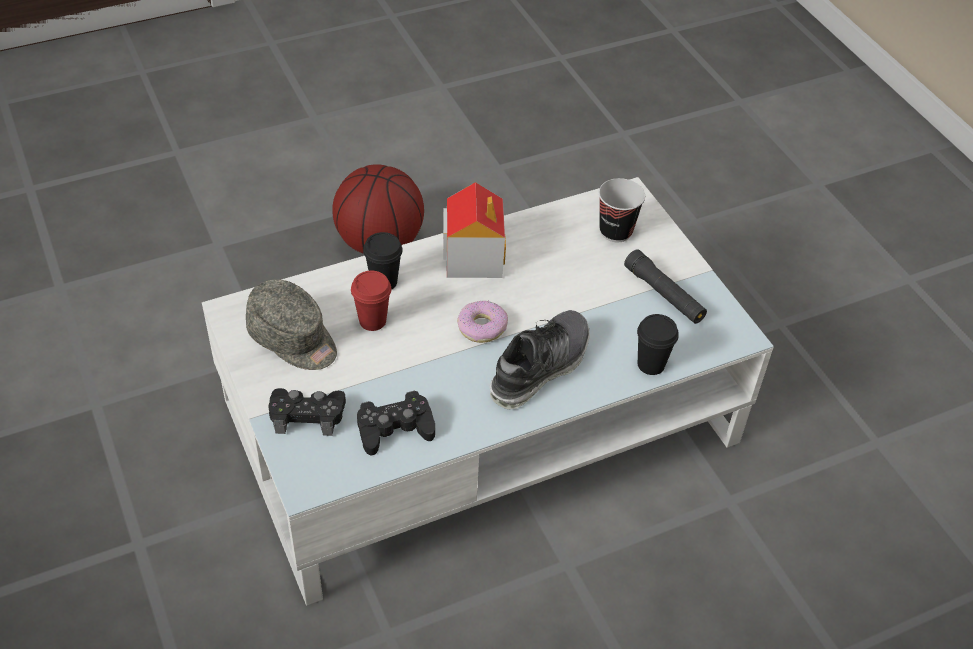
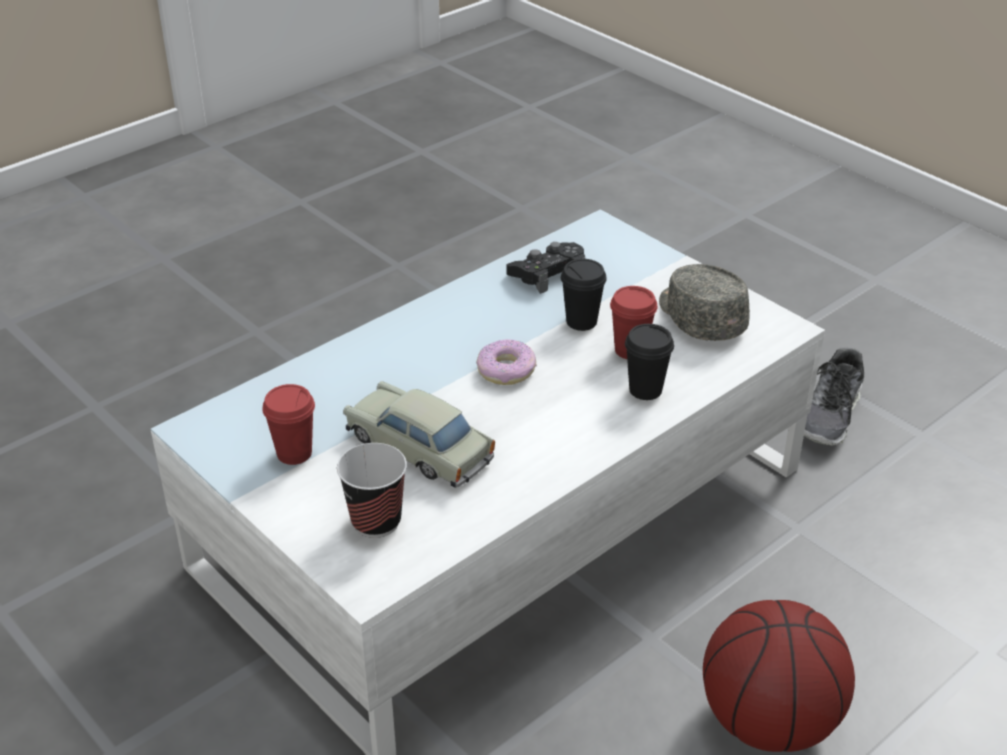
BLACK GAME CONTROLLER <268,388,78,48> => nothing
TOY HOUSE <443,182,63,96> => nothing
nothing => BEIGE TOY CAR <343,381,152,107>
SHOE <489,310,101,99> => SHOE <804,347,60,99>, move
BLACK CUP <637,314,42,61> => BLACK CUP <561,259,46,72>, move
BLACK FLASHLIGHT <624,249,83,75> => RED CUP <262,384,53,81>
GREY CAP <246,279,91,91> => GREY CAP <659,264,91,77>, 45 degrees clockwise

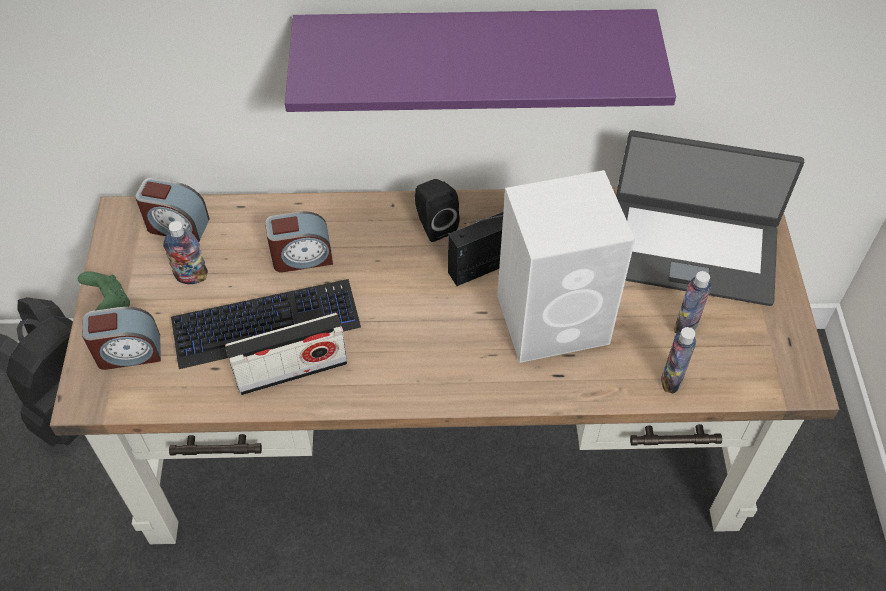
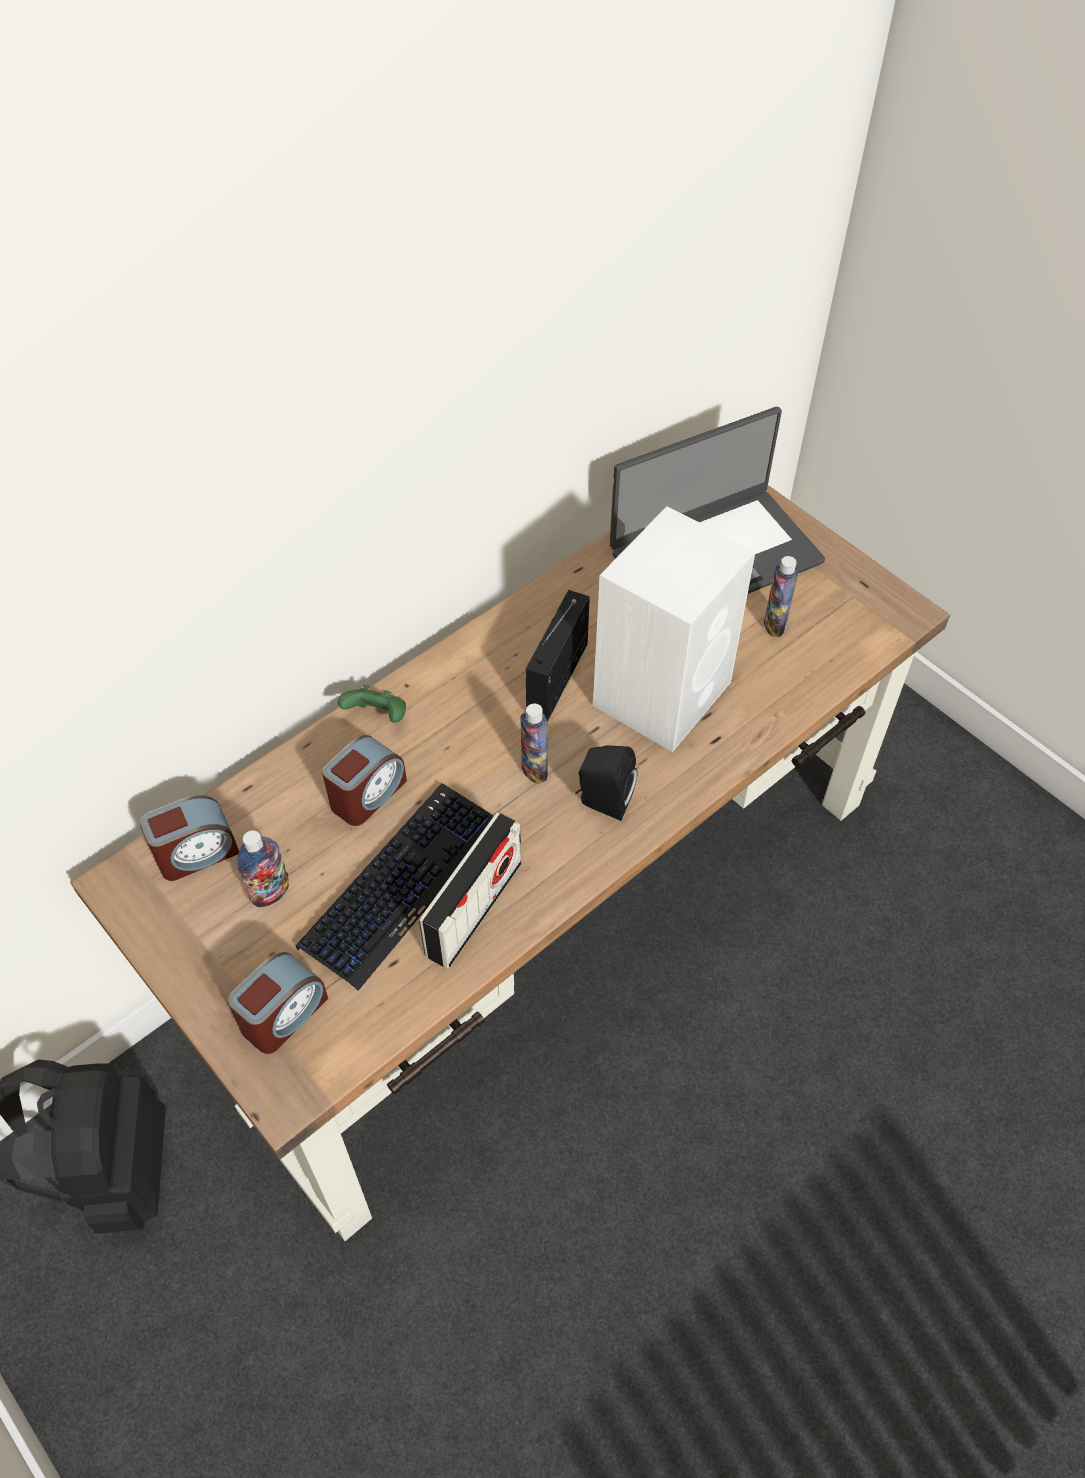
PURPLE SHELF <285,9,391,103> => nothing
GREEN GAME CONTROLLER <78,271,52,40> => GREEN GAME CONTROLLER <338,685,68,38>, move
BLACK SPEAKER <415,179,45,63> => BLACK SPEAKER <575,745,63,76>, move
BOTTLE <661,327,35,67> => BOTTLE <520,704,28,80>, move

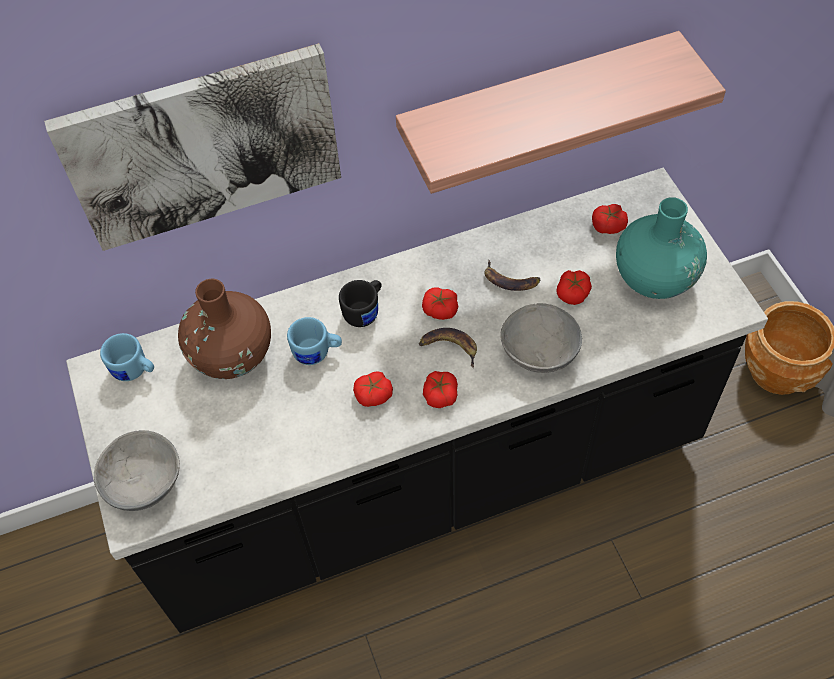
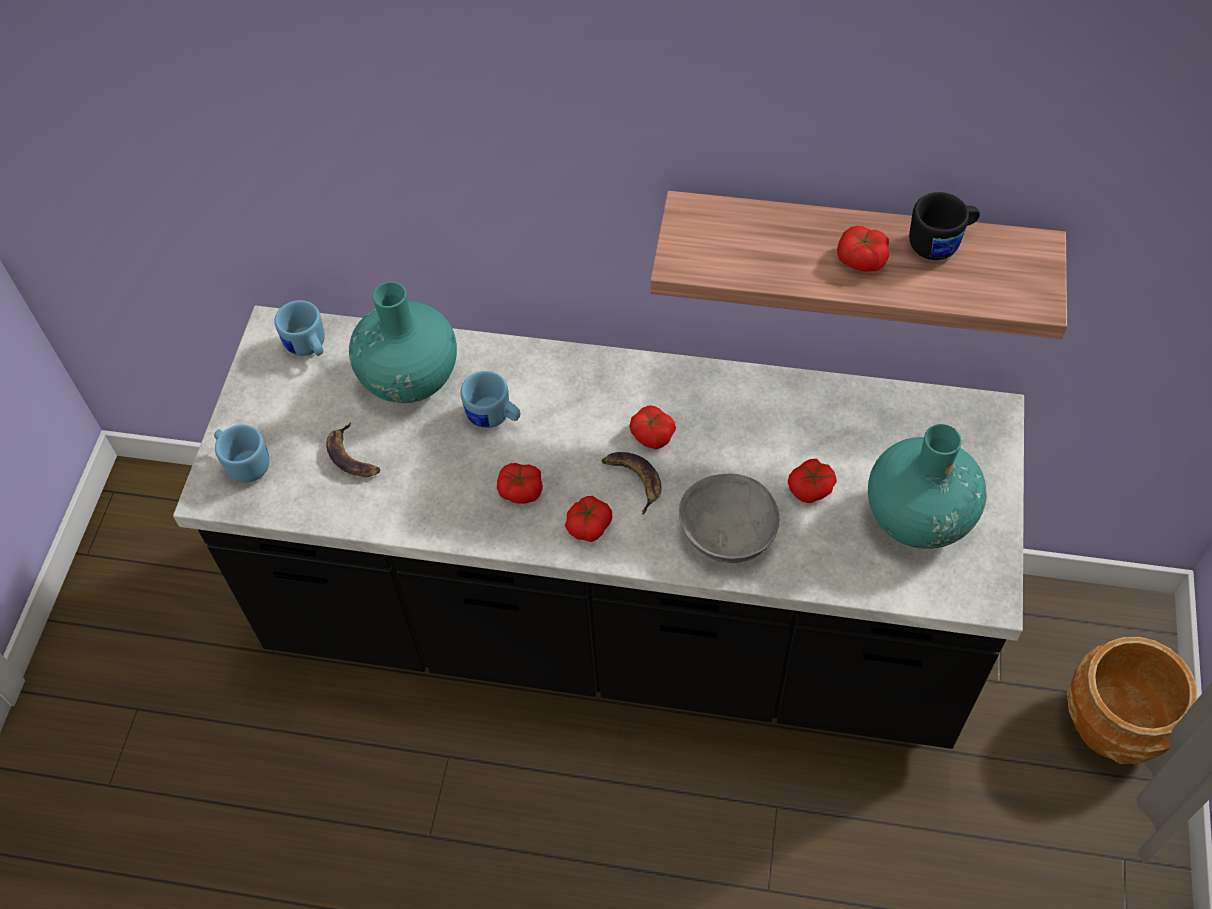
PICTURE <44,43,297,208> => nothing
BLACK MUG <339,280,43,47> => BLACK MUG <909,192,71,68>, move
BANANA <484,260,56,31> => BANANA <326,422,54,55>, move
TOMATO <592,204,36,30> => TOMATO <837,226,52,46>, move
GREY BOWL <94,430,86,81> => BLUE MUG <214,425,55,58>
BROWN VASE <178,279,93,100> => TURQUOISE VASE <349,282,108,121>

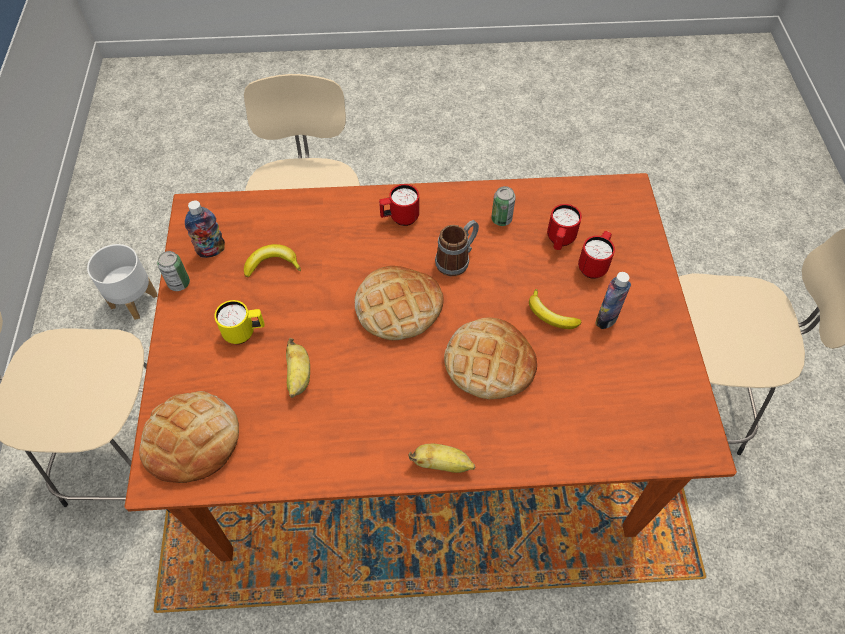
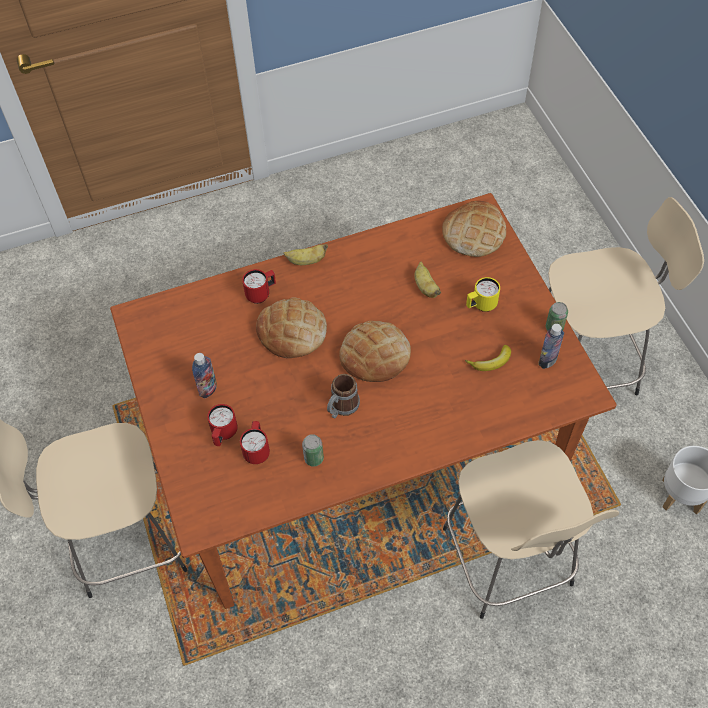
BANANA <529,289,53,40> => nothing
RED MUG <379,184,40,42> => RED MUG <242,269,34,35>, move

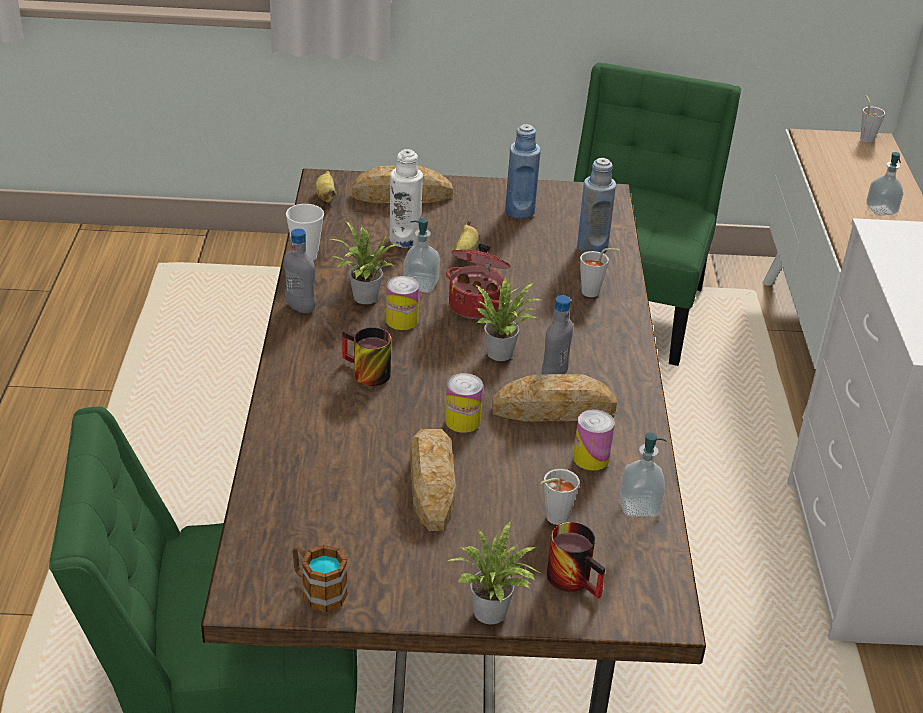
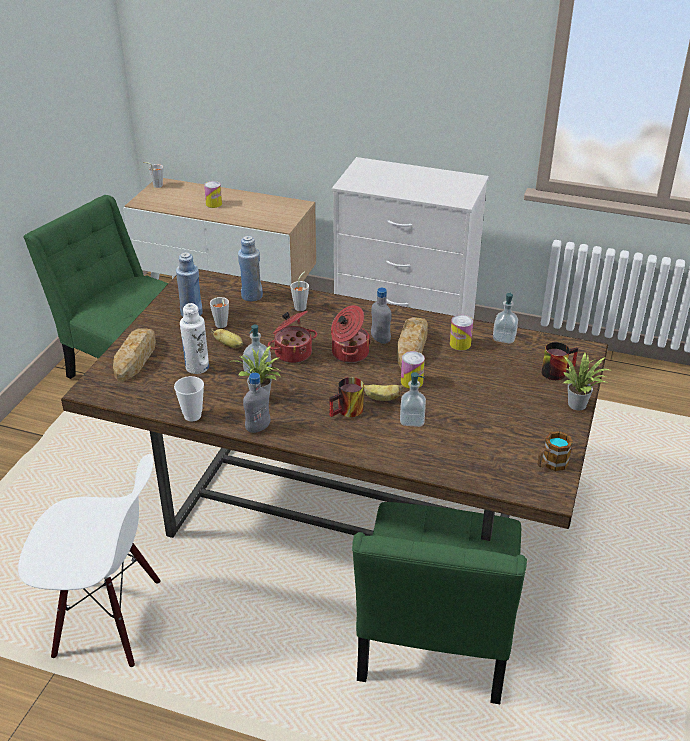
BREAD <410,429,46,102> => nothing
nothing => WHITE CHAIR <18,454,143,213>
BANANA <316,171,21,31> => BANANA <364,385,39,16>, move
CAN <386,276,33,54> => CAN <204,181,18,27>, move
GREY CUP <541,469,39,56> => GREY CUP <210,297,19,31>, move
SOAP DISPENSER <866,152,37,64> => SOAP DISPENSER <400,372,26,55>, move
POTTED PLANT <474,278,68,83> => COOKING POT <331,305,40,58>

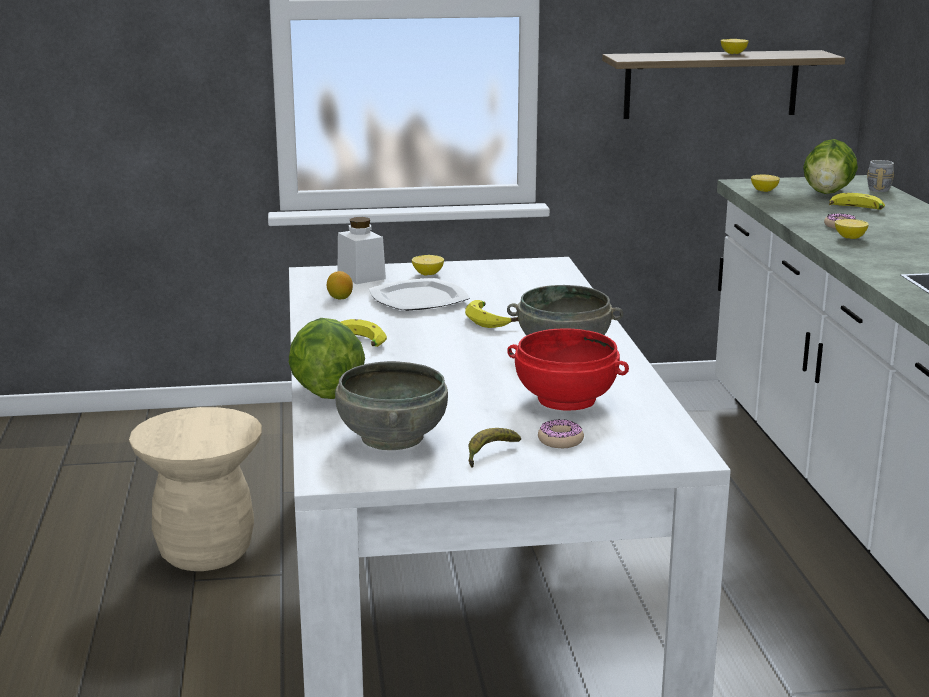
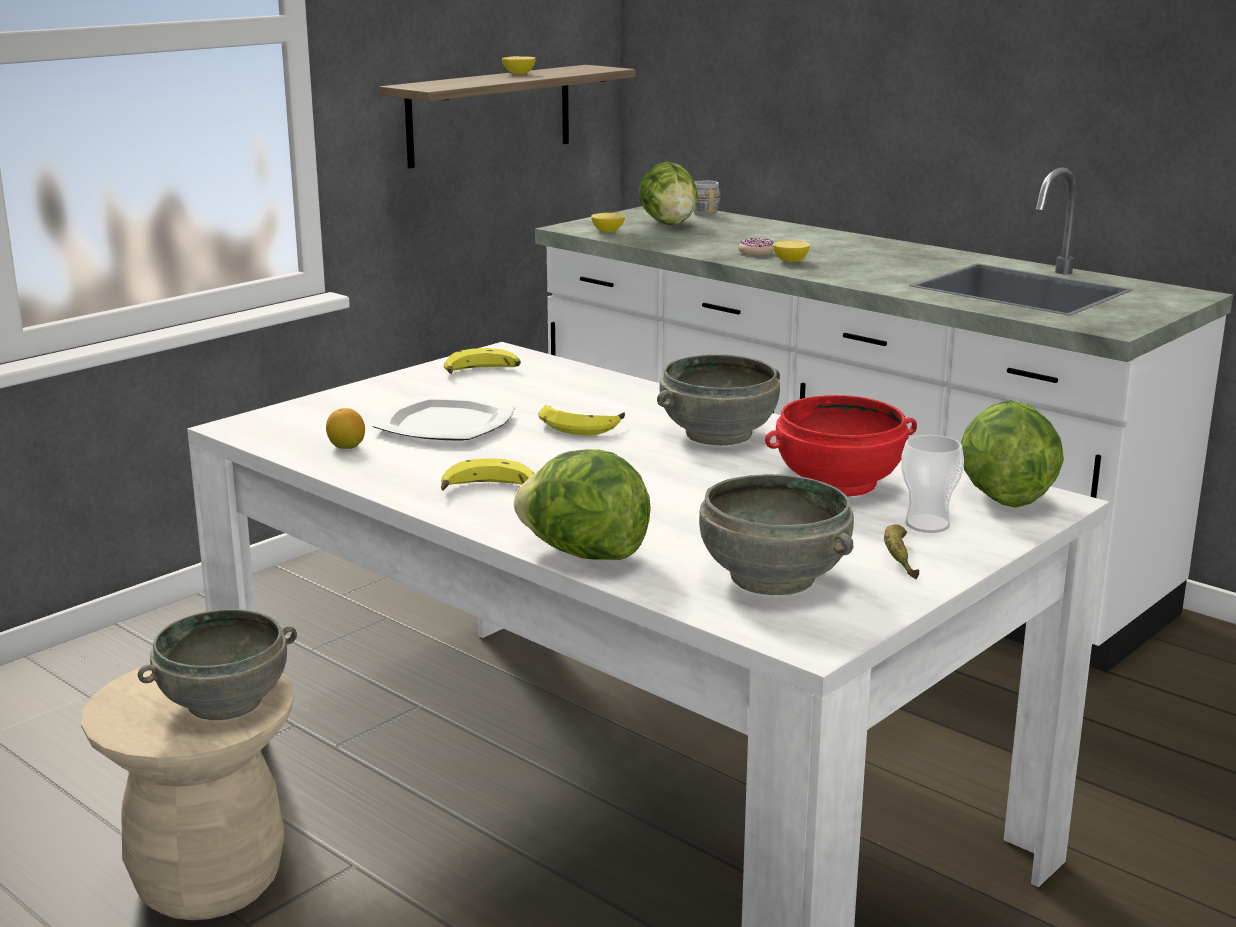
WHITE JAR <338,217,48,67> => nothing
LEMON <412,255,32,20> => nothing
nothing => GREY BOWL <138,609,159,111>
nothing => LETTUCE <961,401,103,107>
BANANA <829,193,56,17> => BANANA <444,348,77,26>, move
DONUT <538,419,46,29> => CUP <901,435,63,98>

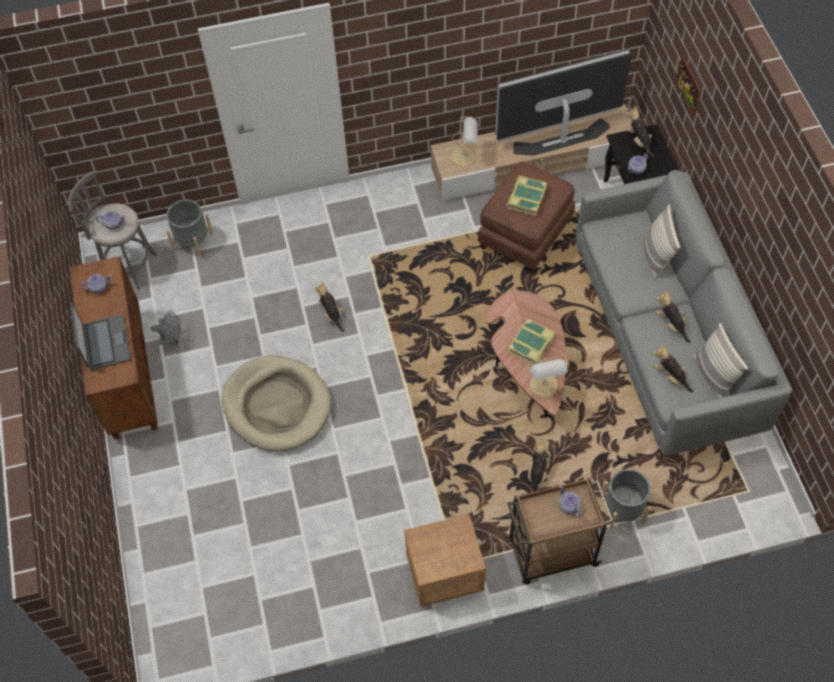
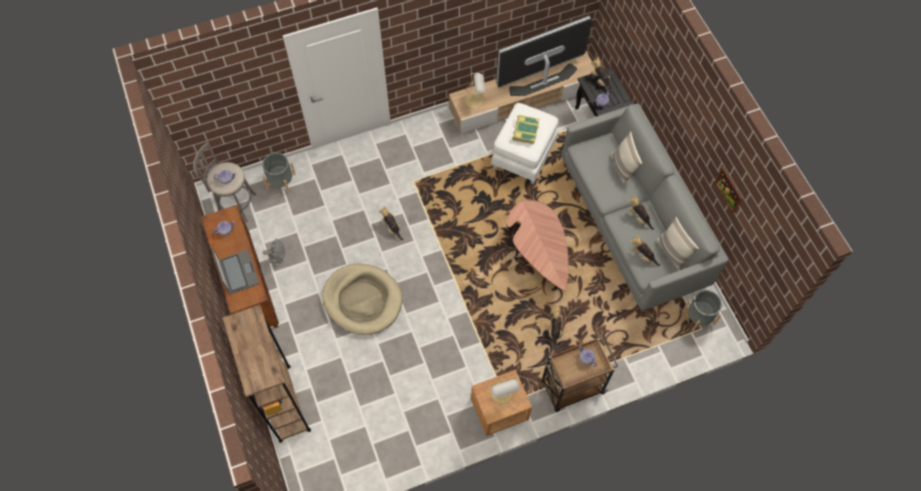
BOOK <508,319,48,46> => nothing
nothing => BROWN BOOKCASE <222,305,89,138>
TABLE LAMP <527,355,41,42> => TABLE LAMP <488,375,32,29>, move
GREY PLANTER <601,469,50,60> => GREY PLANTER <683,290,39,41>, move
PICTURE <675,56,27,62> => PICTURE <714,167,28,46>, move
BROWN OTTOMAN <478,162,97,112> => WHITE OTTOMAN <491,103,68,81>

